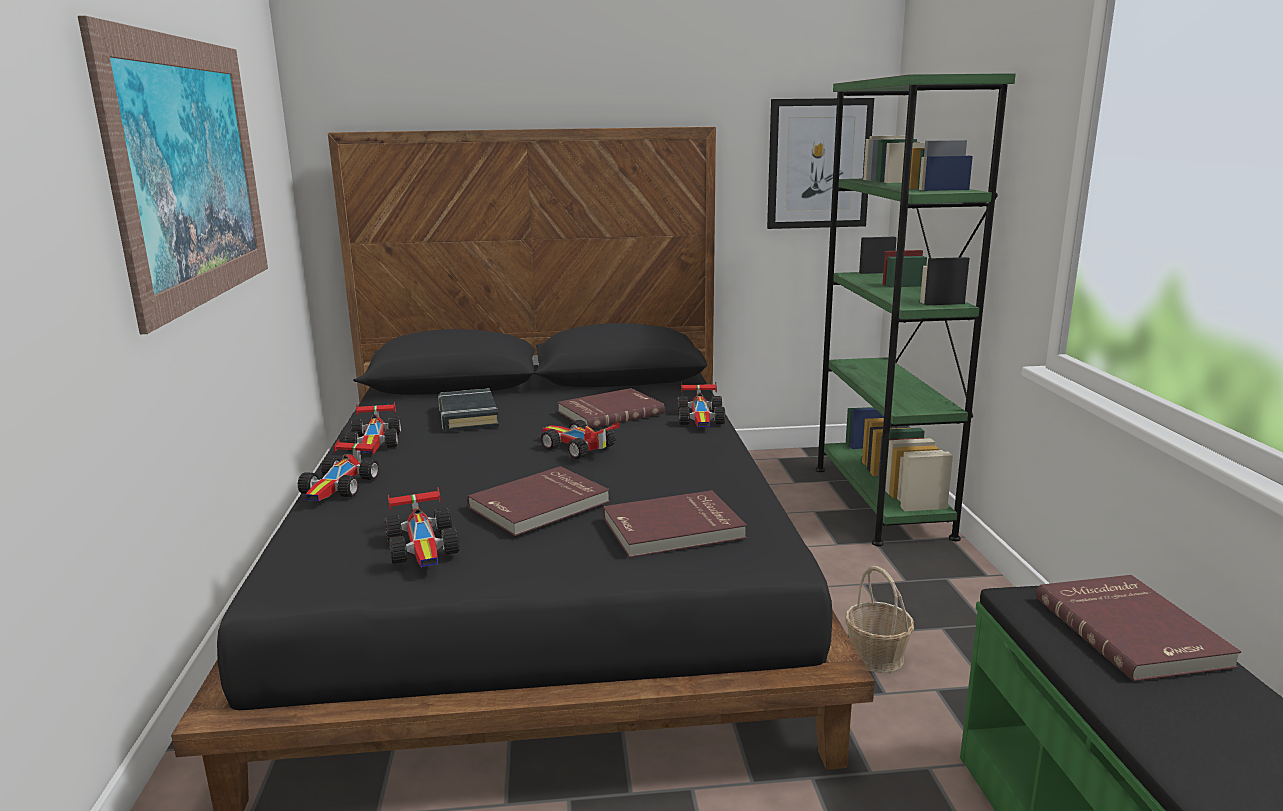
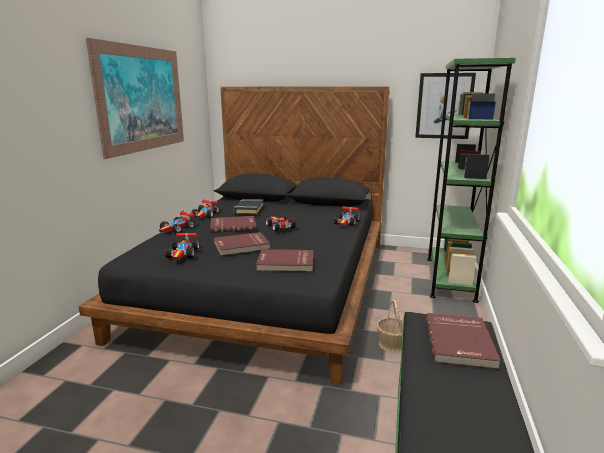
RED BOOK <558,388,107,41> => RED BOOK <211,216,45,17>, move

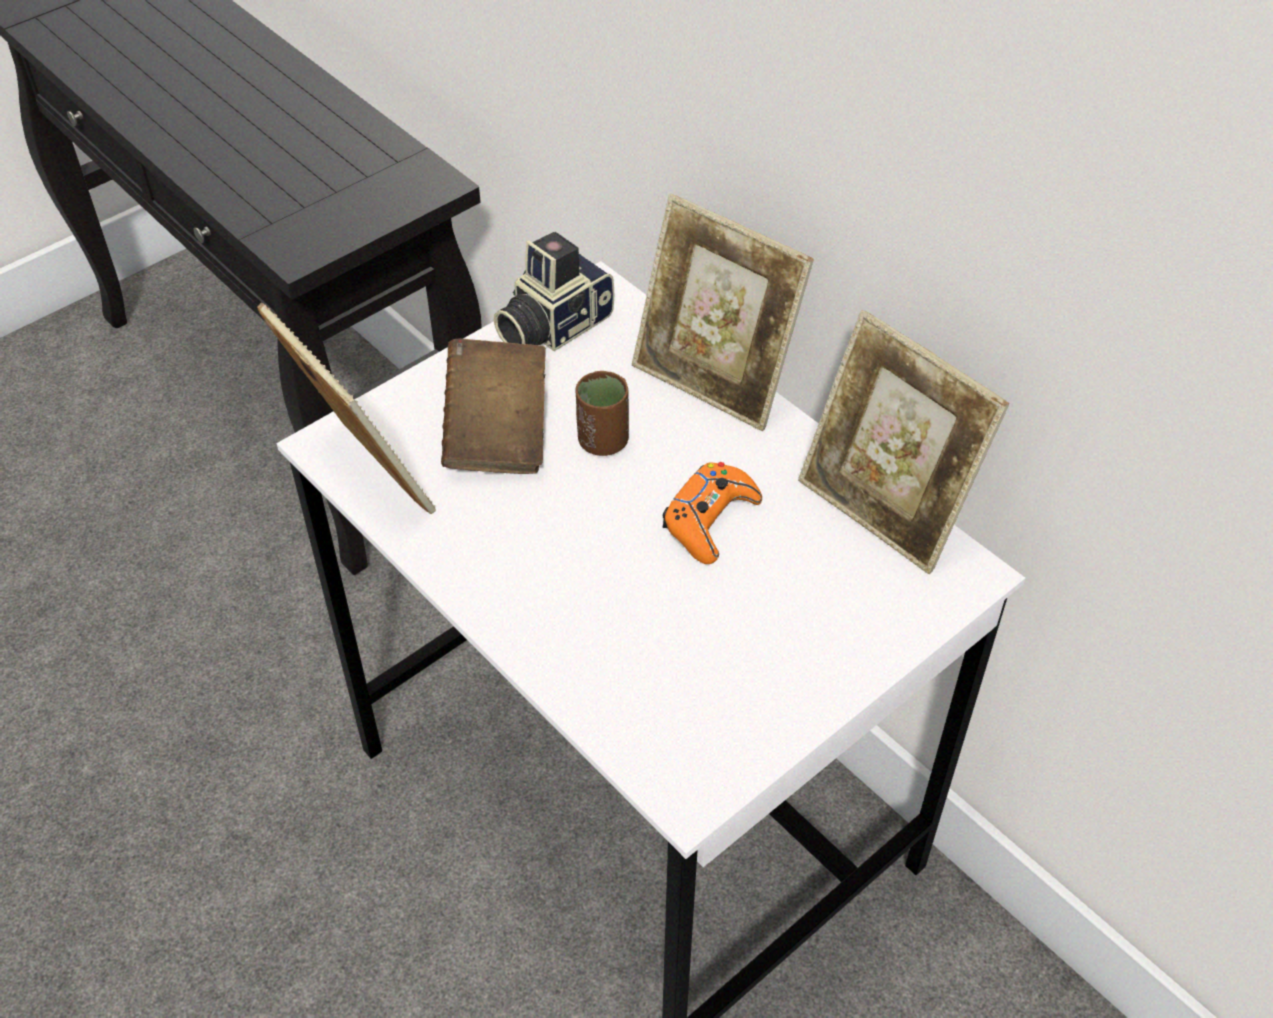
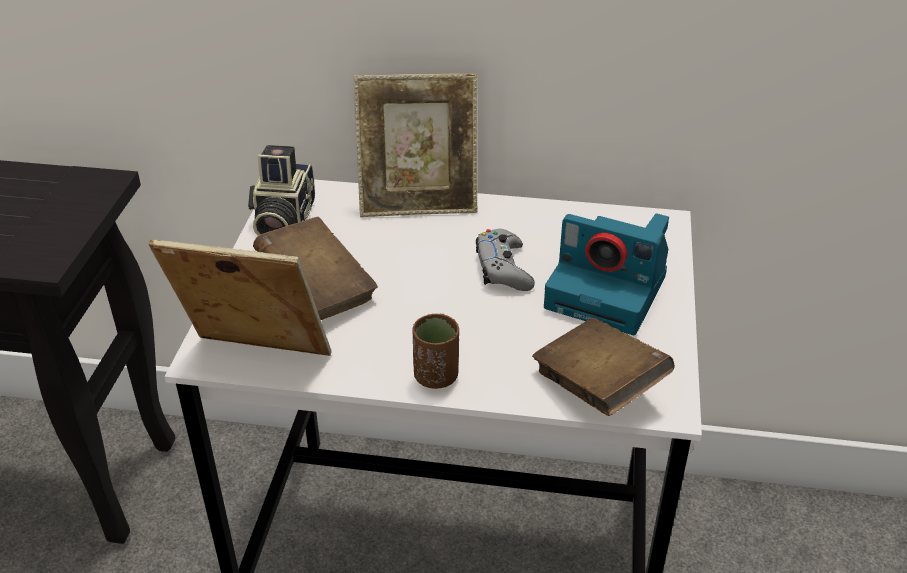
PICTURE FRAME <798,310,211,264> => nothing
nothing => BROWN BOOK <532,318,143,98>
nothing => PHOTO CAMERA <544,213,125,122>
BROWN CUP <575,371,54,85> => BROWN CUP <412,314,47,75>, move
ORANGE GAME CONTROLLER <663,462,99,102> => GREY GAME CONTROLLER <476,229,59,62>

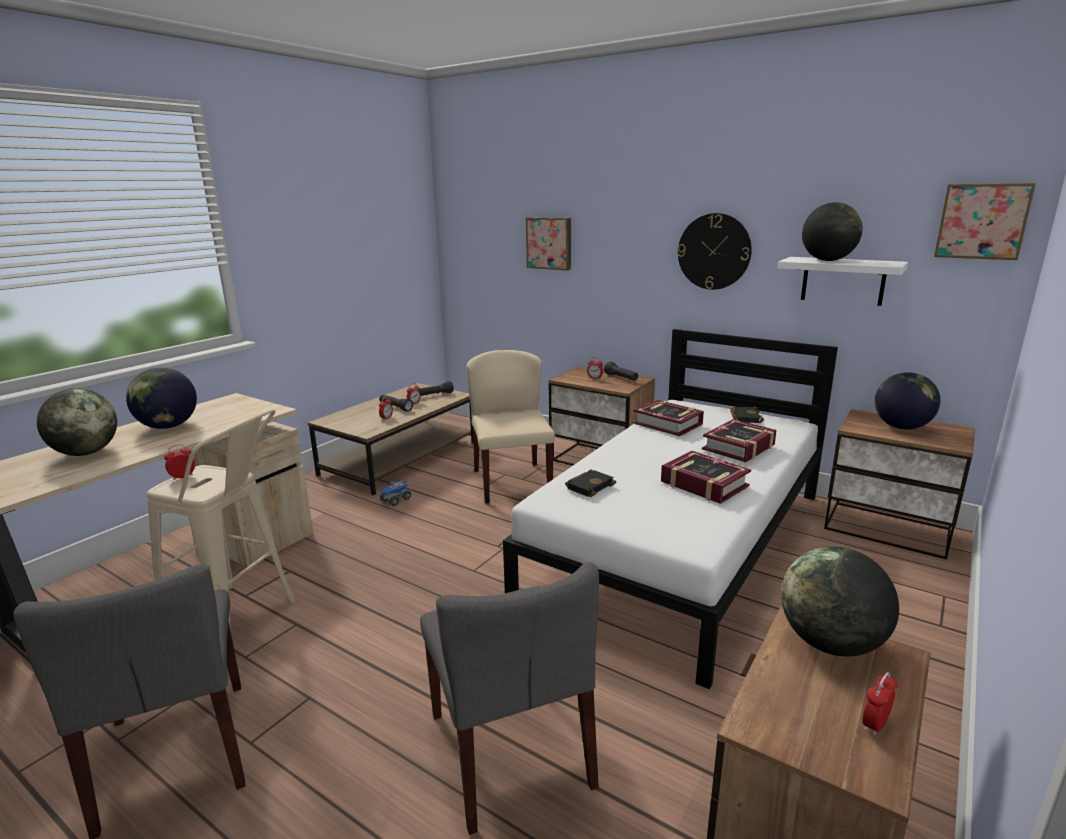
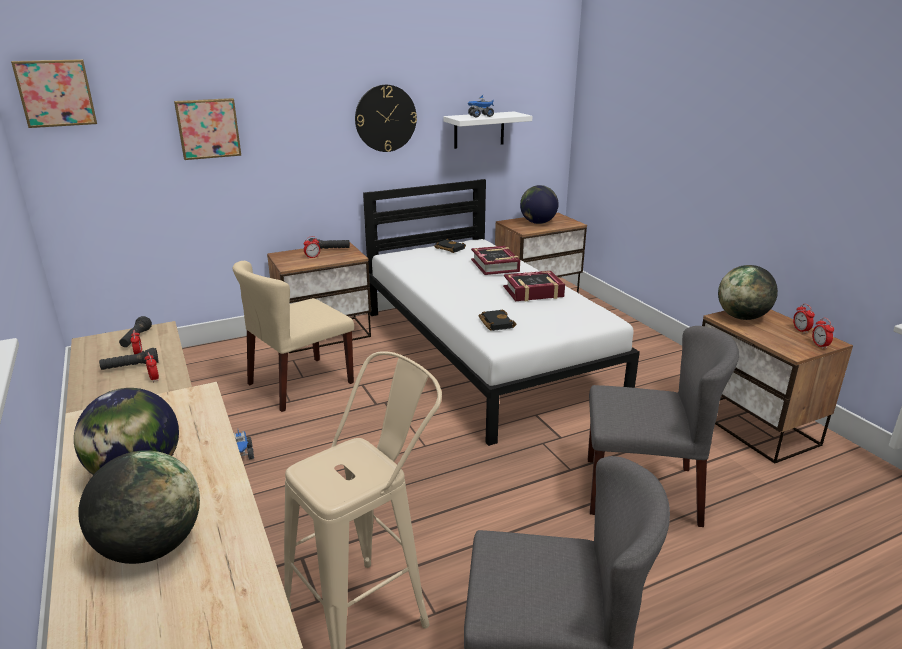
BOOK <633,400,71,36> => nothing
ALARM CLOCK <164,444,31,36> => ALARM CLOCK <812,318,22,31>, move
PICTURE <934,183,102,77> => PICTURE <11,59,86,69>, move
GLOBE <802,202,61,59> => TOY TRUCK <467,95,27,22>
BEIGE CHAIR <467,350,88,154> => BEIGE CHAIR <233,261,121,151>, 60 degrees counterclockwise

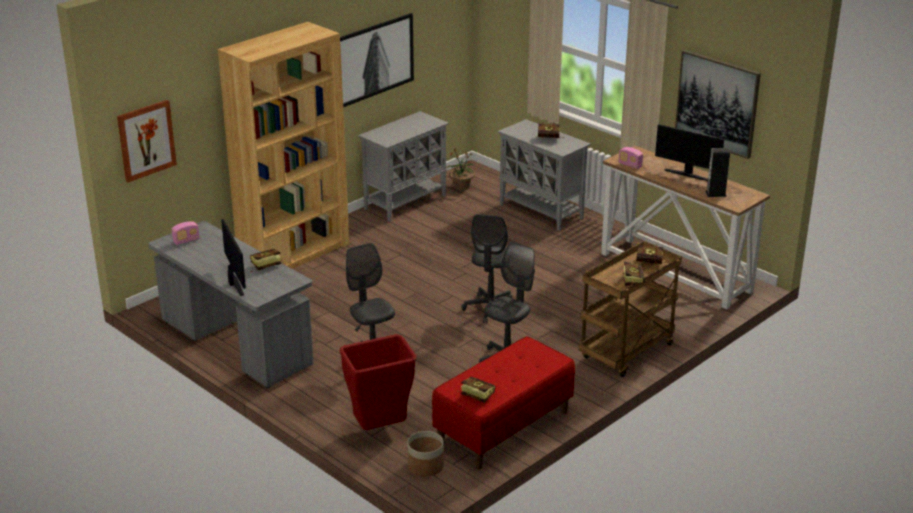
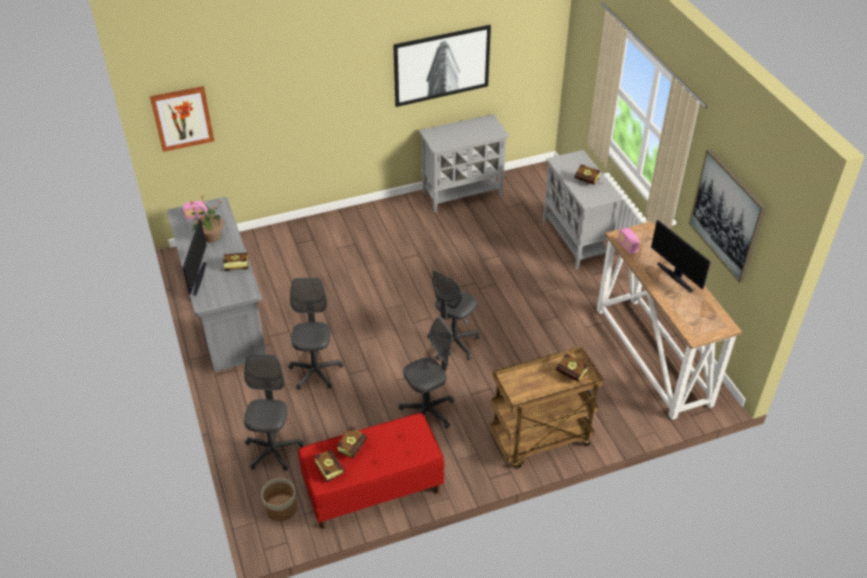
BROWN BOOKCASE <218,22,131,247> => nothing
SPEAKER <705,148,25,49> => nothing
POTTED PLANT <446,149,29,41> => POTTED PLANT <189,195,35,47>, move
BOOK <623,262,21,24> => BOOK <337,427,30,31>, move
RED TRASH CAN <340,334,76,96> => GREY OFFICE CHAIR <244,354,60,117>

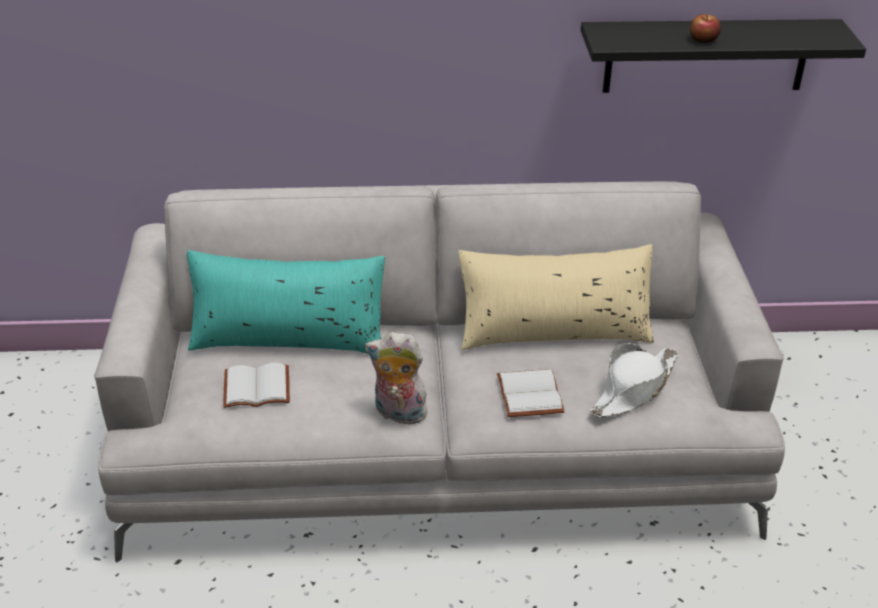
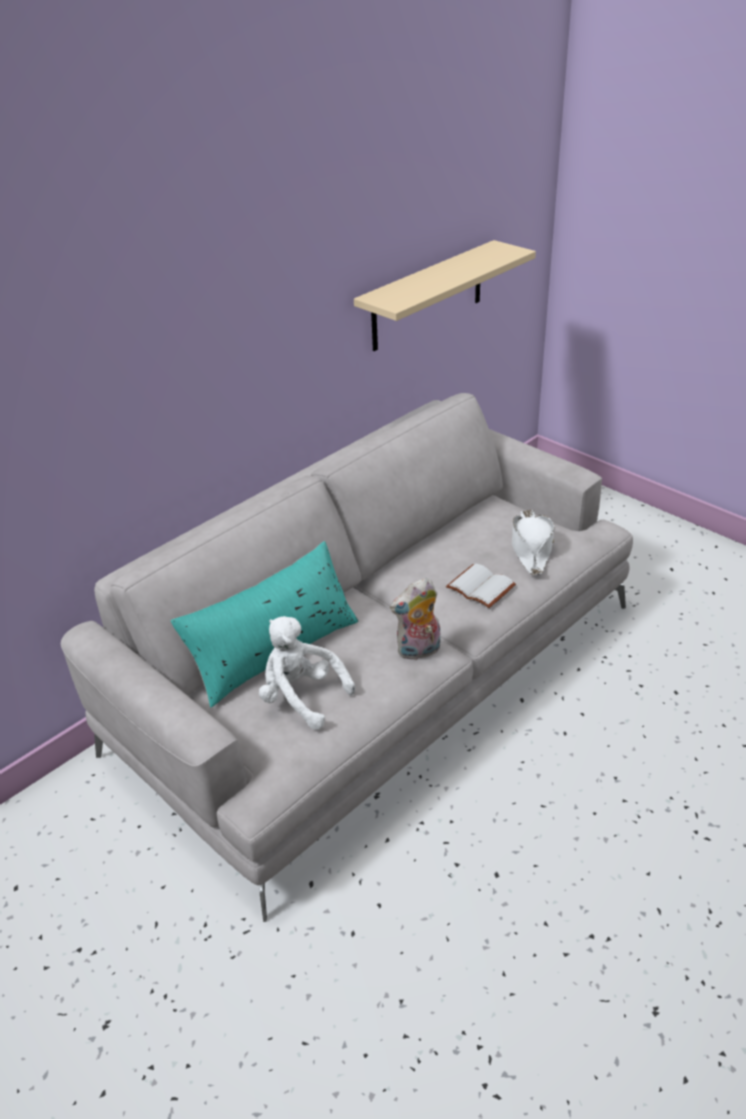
BEIGE PILLOW <458,244,196,106> => nothing
APPLE <690,14,31,29> => nothing
WHITE BOOK <223,363,67,45> => WHITE PLUSH TOY <259,616,96,114>
BLACK SHELF <581,19,285,74> => BEIGE SHELF <354,240,182,111>

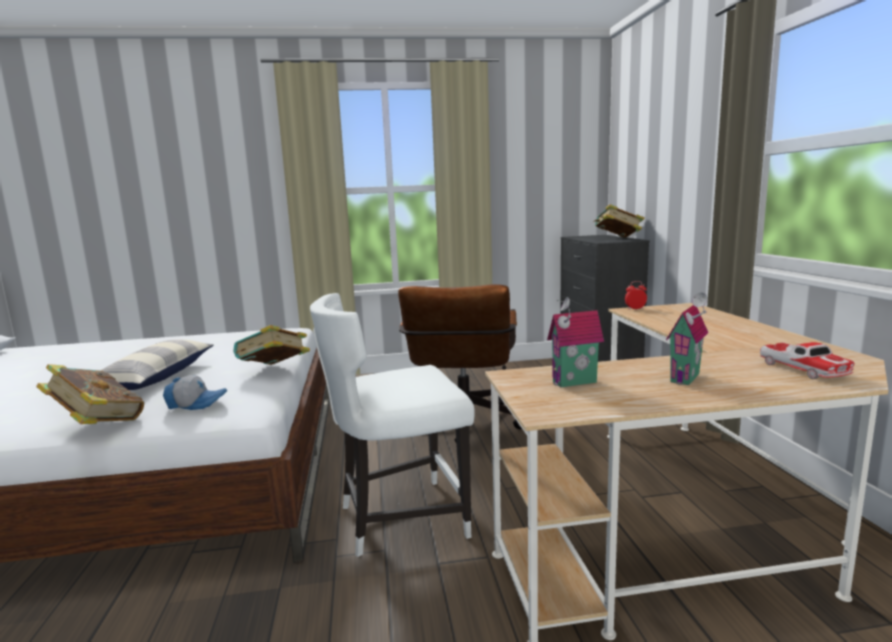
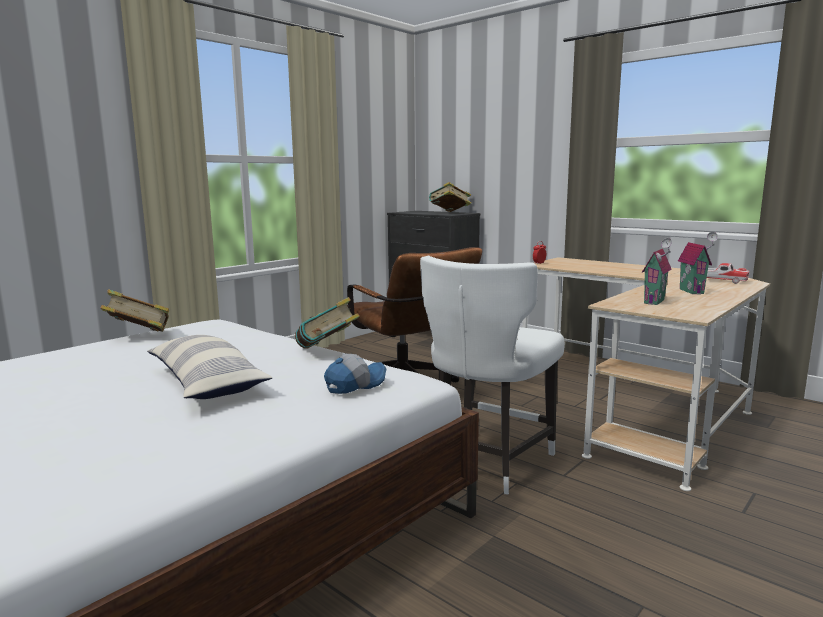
BOOK <36,364,108,60> => BOOK <100,289,69,43>, move

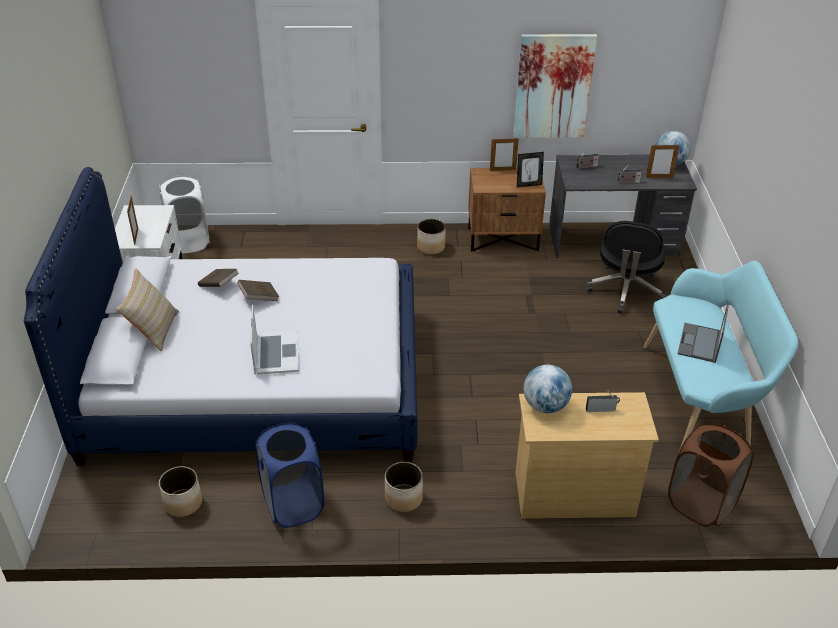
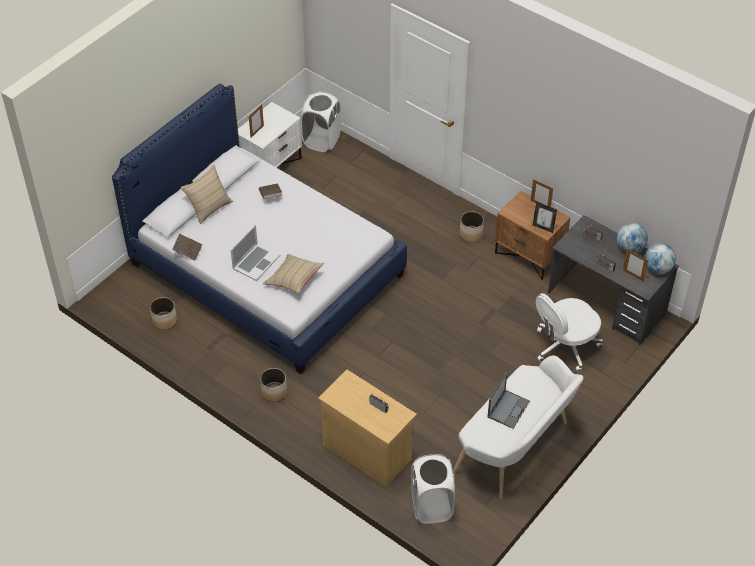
BLUE LAUNDRY BASKET <255,422,69,106> => nothing
PICTURE <514,34,83,104> => nothing
nothing => BEIGE PILLOW <263,254,61,39>
BROWN BOOK <238,280,41,21> => BROWN BOOK <172,234,31,26>, move
GLOBE <523,365,49,48> => GLOBE <617,223,31,30>, move
BLACK OFFICE CHAIR <586,221,80,93> => WHITE OFFICE CHAIR <536,293,67,79>
TURQUOISE BENCH <643,261,155,190> => WHITE BENCH <453,355,131,144>
BROWN LAUNDRY BASKET <668,424,86,103> => WHITE LAUNDRY BASKET <411,454,44,70>
LAPTOP <678,302,51,61> => LAPTOP <488,372,42,57>, 150 degrees clockwise

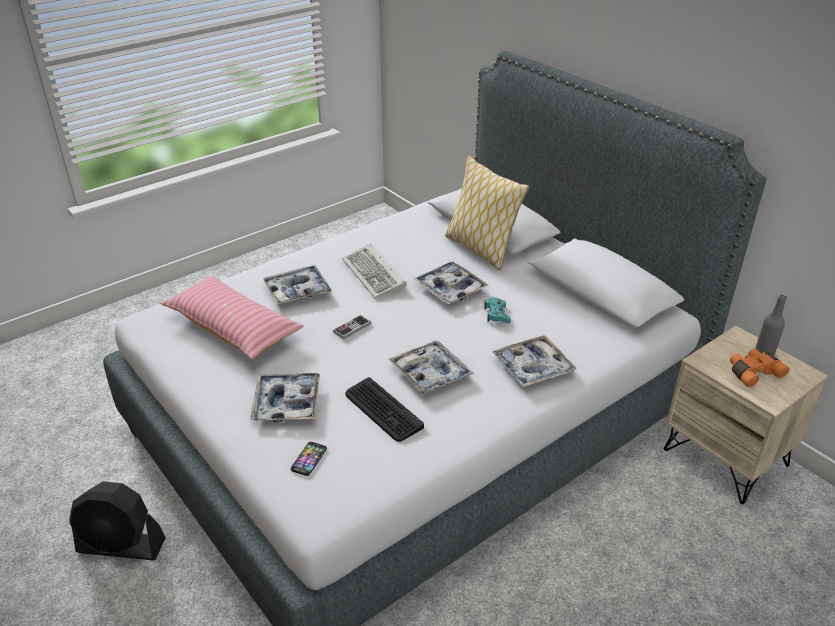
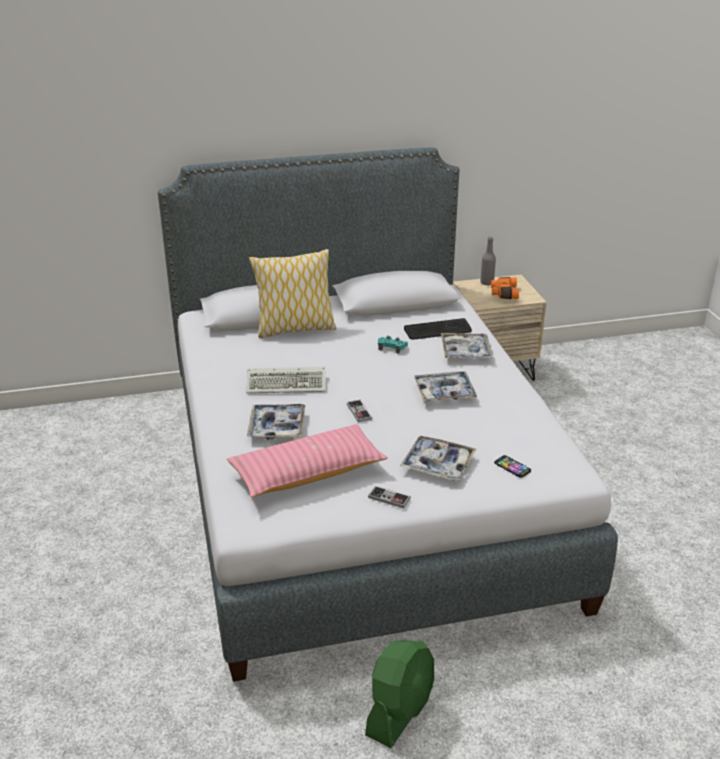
TRAY <413,262,76,42> => nothing
nothing => GAME CONTROLLER <368,486,43,22>
KEYBOARD <345,377,79,65> => KEYBOARD <404,318,68,22>, move
BLACK FAN <69,481,97,79> => GREEN FAN <365,641,69,107>

